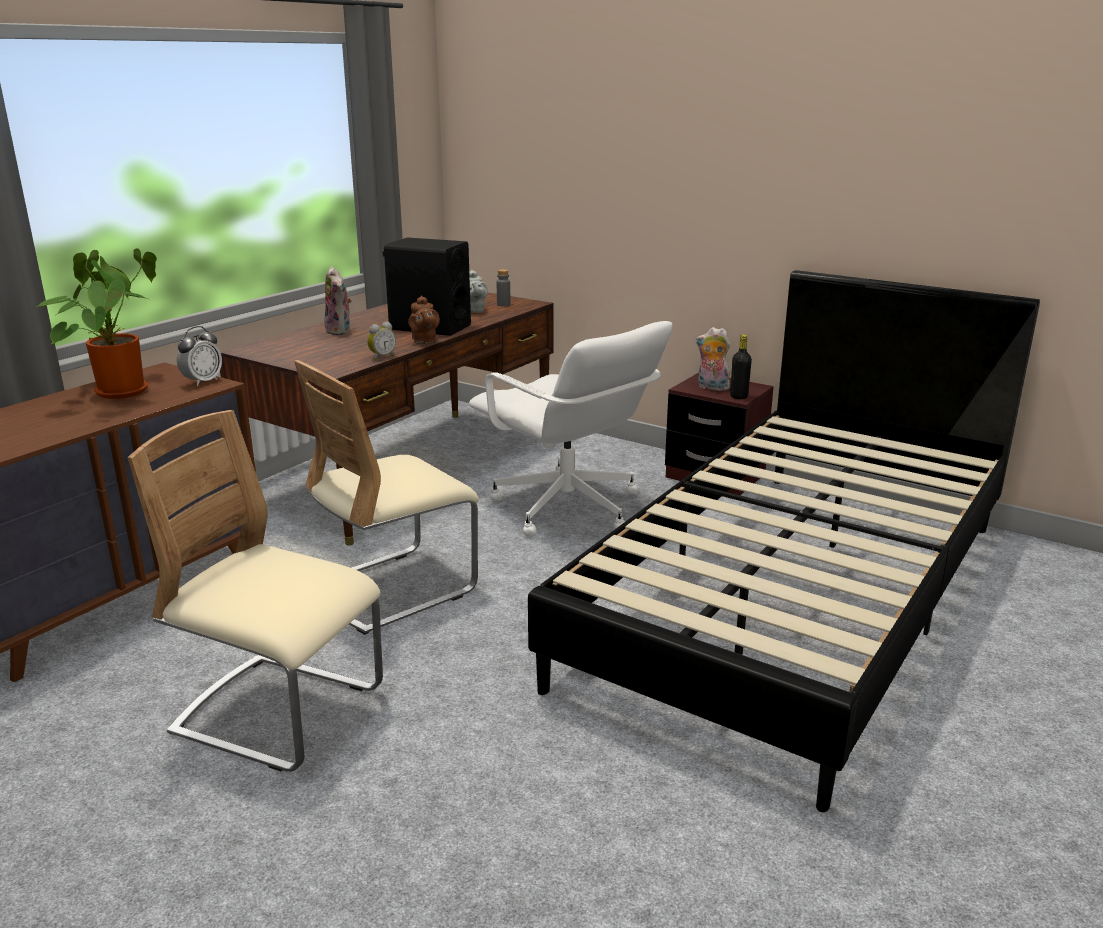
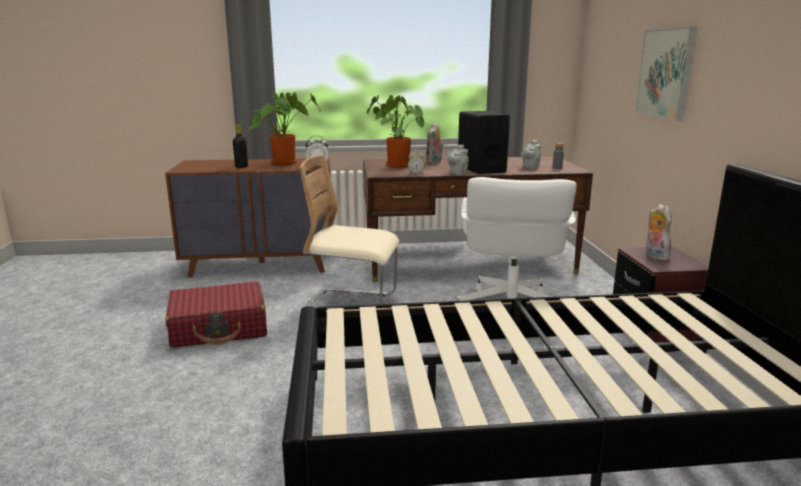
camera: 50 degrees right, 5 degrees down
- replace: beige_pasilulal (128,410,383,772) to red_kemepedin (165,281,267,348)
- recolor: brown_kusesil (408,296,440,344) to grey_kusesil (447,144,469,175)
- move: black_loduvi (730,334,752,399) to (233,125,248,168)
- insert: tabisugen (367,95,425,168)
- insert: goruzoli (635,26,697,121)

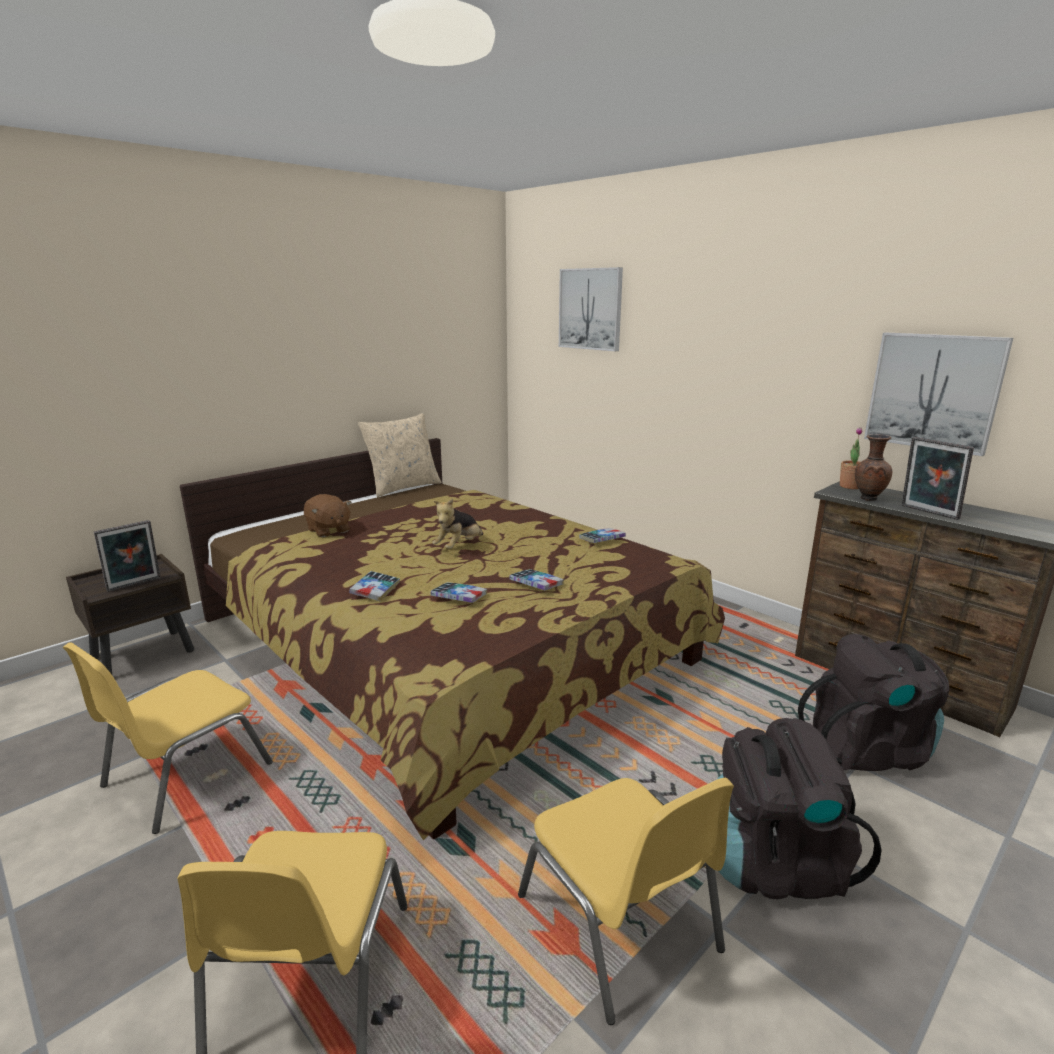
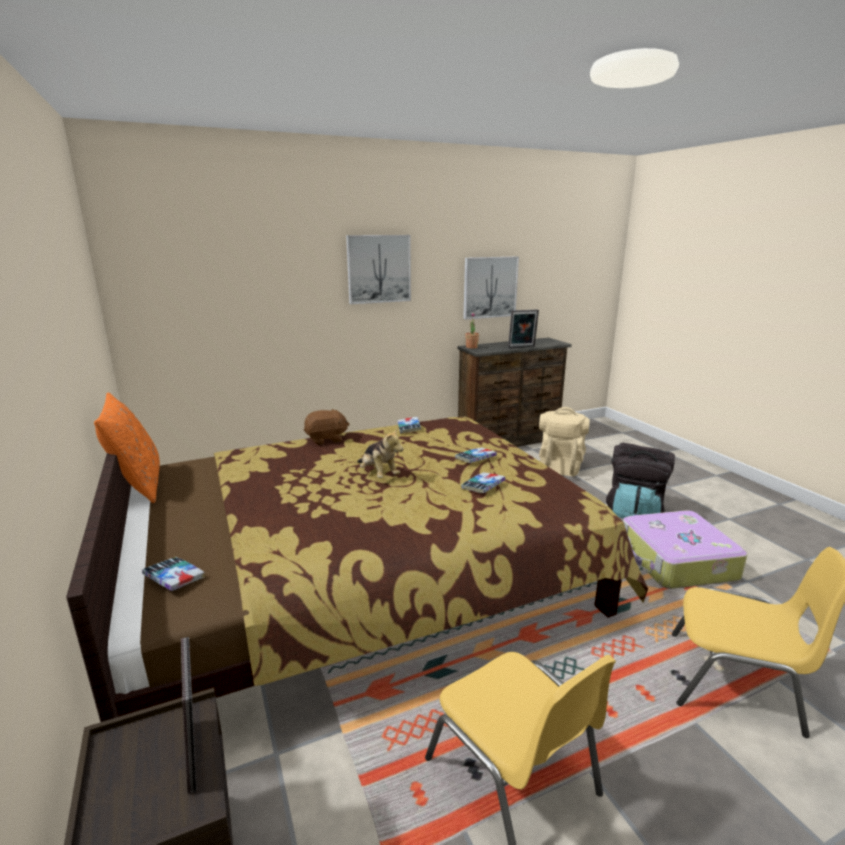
camera: 70 degrees left, 0 degrees up
- move: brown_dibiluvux (304,494,352,538) to (304,409,349,445)
- move: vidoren (349,571,400,601) to (142,557,205,591)
- recolor: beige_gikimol (358,413,442,497) to orange_gikimol (94,392,160,503)
- replace: yellow_pasilulal (518,778,734,1025) to kemepedin (623,510,747,589)
- move: goruzoli (559,267,623,351) to (346,235,411,304)
- recolor: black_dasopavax (798,634,949,771) to beige_dasopavax (539,407,590,476)
- delete: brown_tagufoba (855,434,892,501)

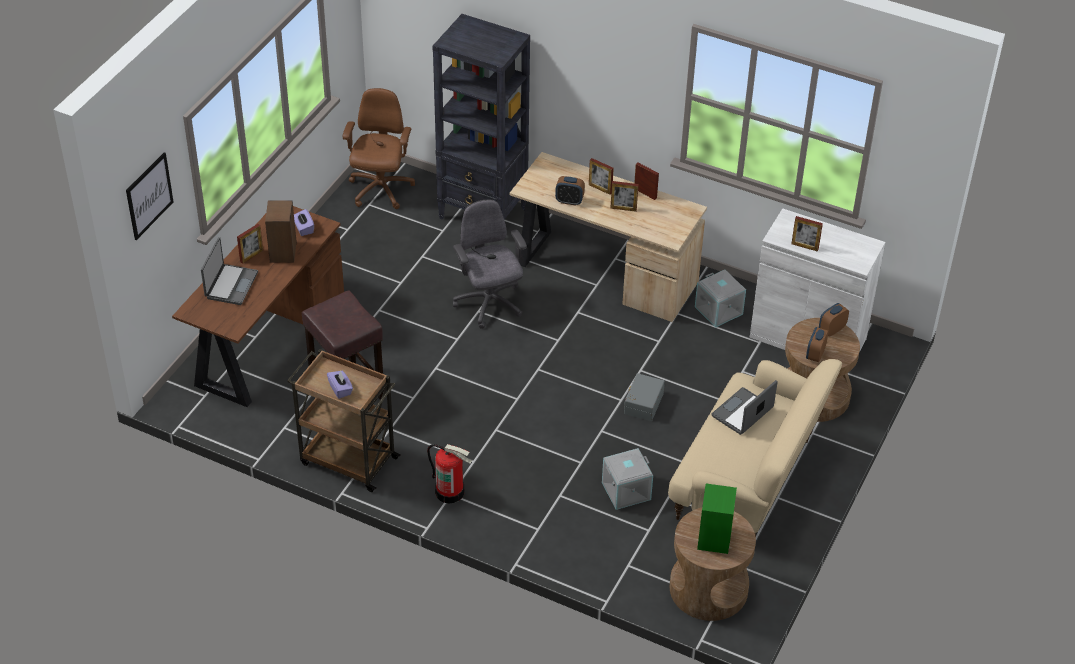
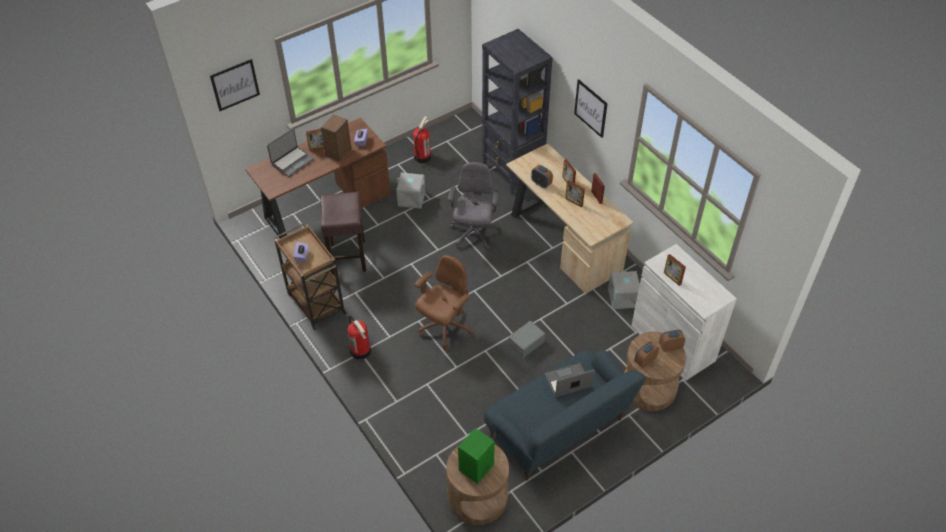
camera: 30 degrees right, 5 degrees up
- move: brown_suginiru (343,88,415,209) to (415,255,473,350)
- move: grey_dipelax (602,448,653,510) to (396,173,426,209)
- recolor: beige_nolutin (668,359,842,536) to blue_nolutin (483,350,646,480)
- insert: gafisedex (413,116,431,163)
- insert: goruzoli (574,79,608,138)

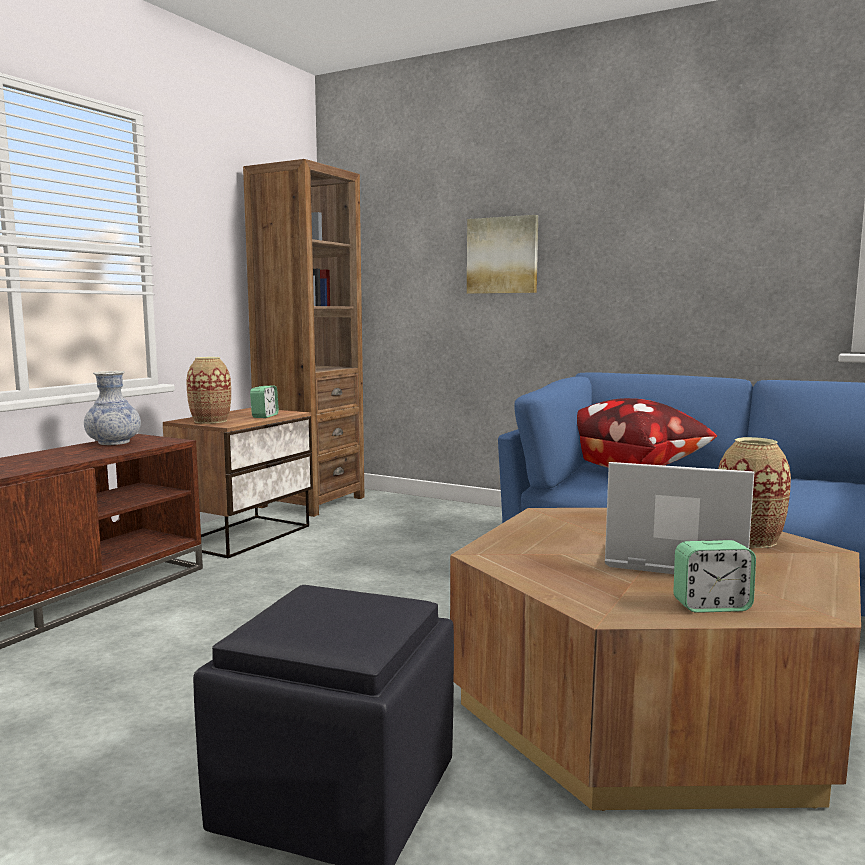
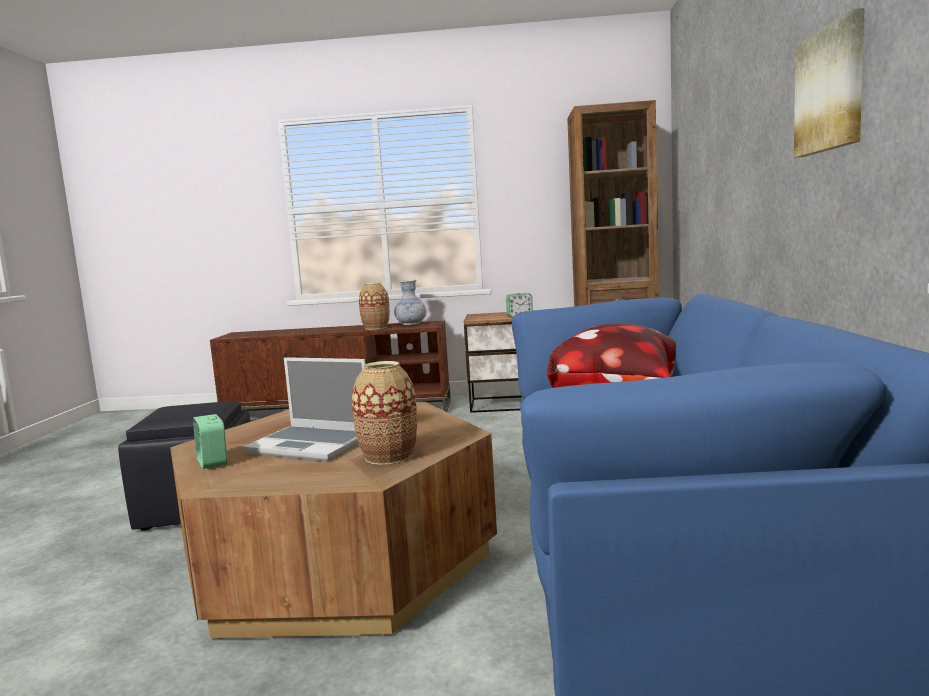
camera: 65 degrees right, 0 degrees up
- move: tagufoba (186,357,231,424) to (359,283,390,330)
- move: goruzoli (467,215,538,294) to (794,8,865,158)
- rotate: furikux (605,462,754,574) = (242,357,366,461) 120 degrees clockwise

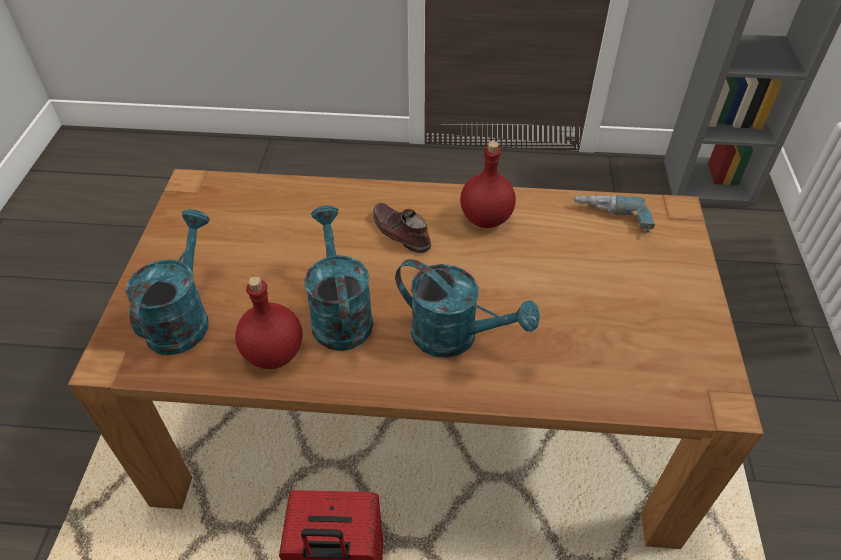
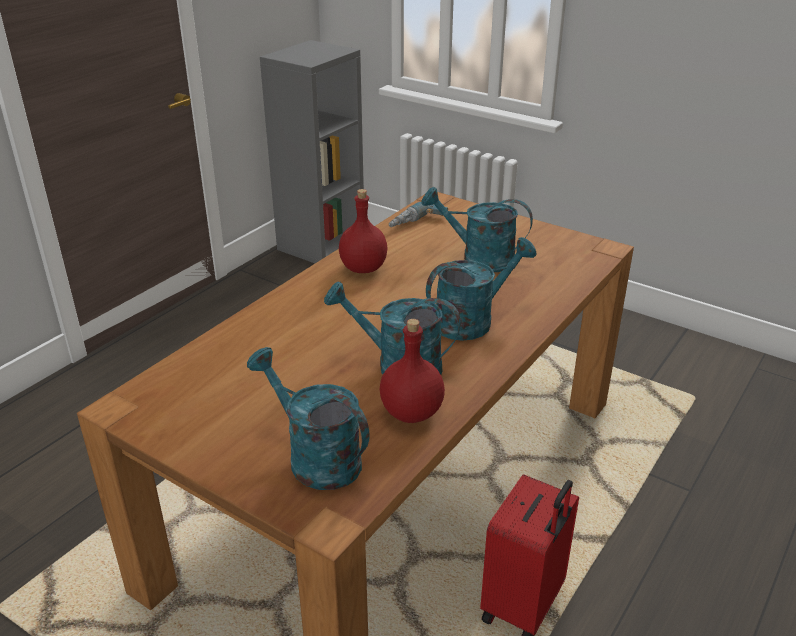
camera: 60 degrees left, 15 degrees down
- delete: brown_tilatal (373,203,431,253)
- insert: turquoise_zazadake (421,187,533,272)

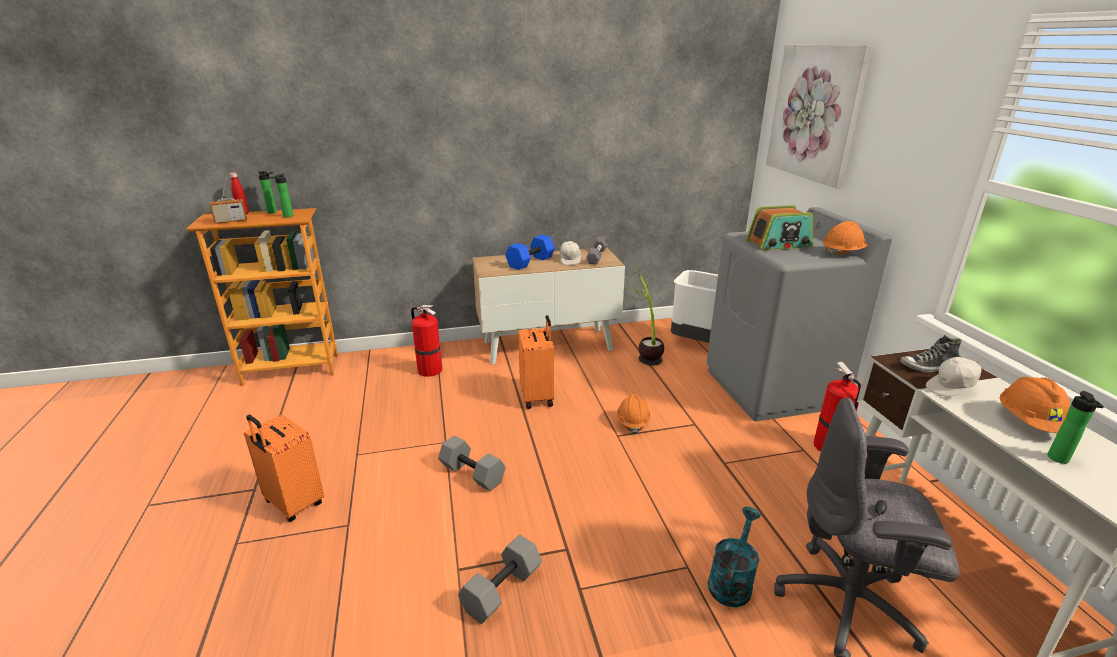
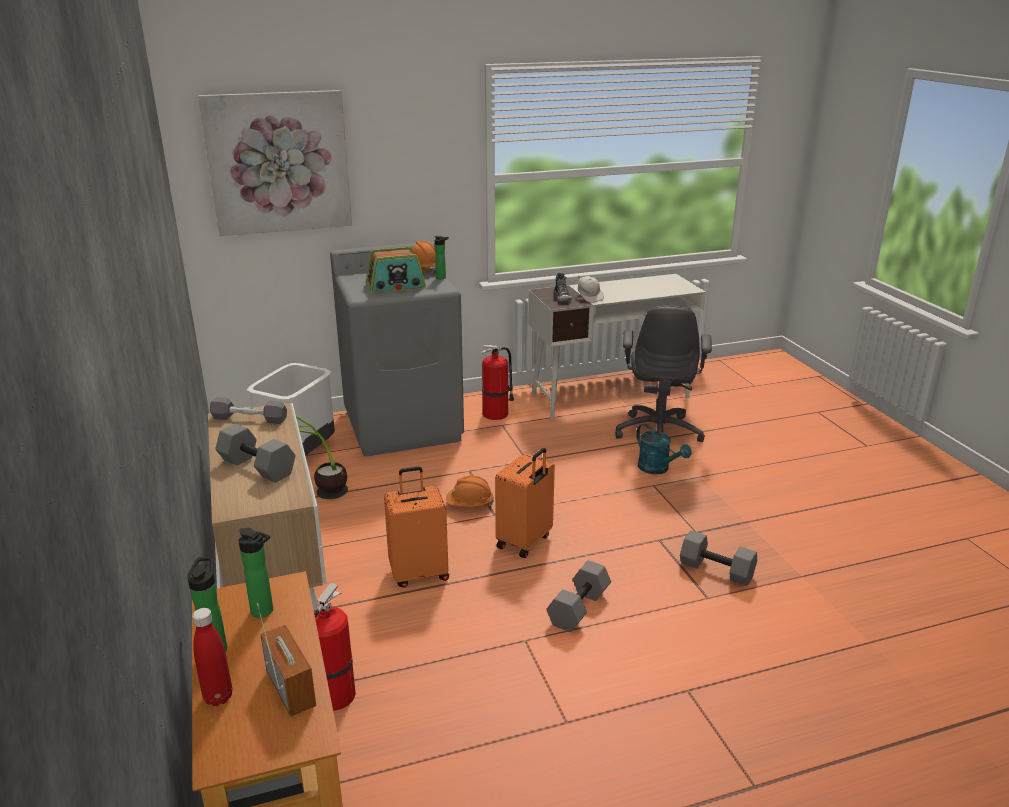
camera: 95 degrees left, 0 degrees up
- move: orange_kemepedin (244,415,325,522) to (495,448,555,558)
- recolor: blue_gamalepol (505,235,555,270) to grey_gamalepol (215,423,295,483)
- delete: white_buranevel (560,241,581,265)
- rotate: turquoise_zazadake (708,507,761,607) = (636,424,691,475) 150 degrees counterclockwise
- rotate: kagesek (746,205,813,250) = (366,247,426,293) 90 degrees clockwise
- delete: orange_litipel (1000,377,1070,433)
- move: loduvi (1048,391,1104,464) to (434,236,449,279)

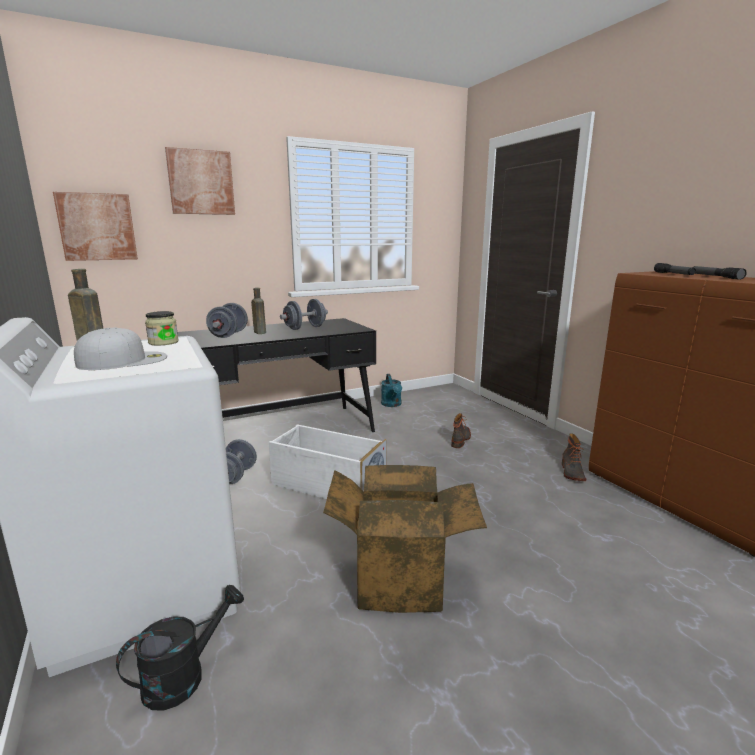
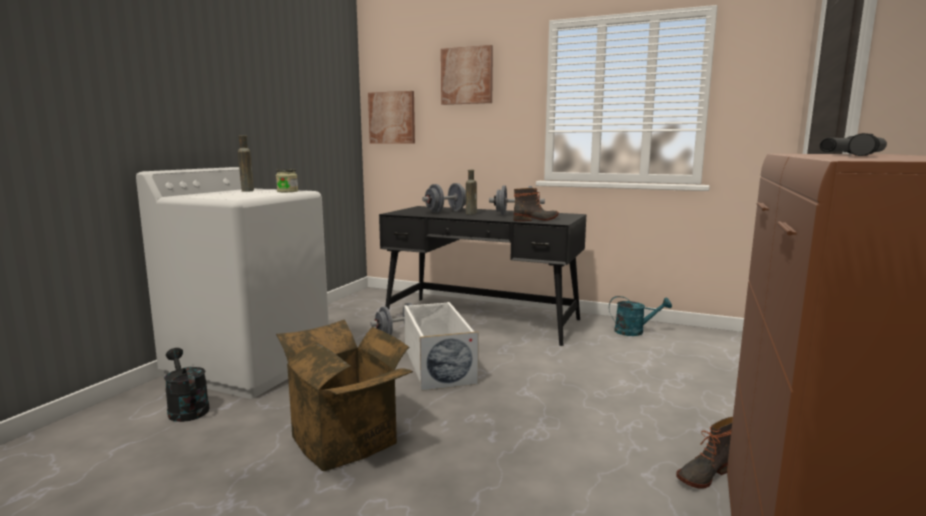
camera: 50 degrees right, 5 degrees down
- delete: white_buranevel (74,327,167,370)
- rotate: black_zazadake (116,585,244,710) = (164,348,210,422) 135 degrees counterclockwise
- rotate: turquoise_zazadake (381,374,402,407) = (609,296,672,336) 120 degrees counterclockwise
- move: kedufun (451,413,471,448) to (514,188,559,221)

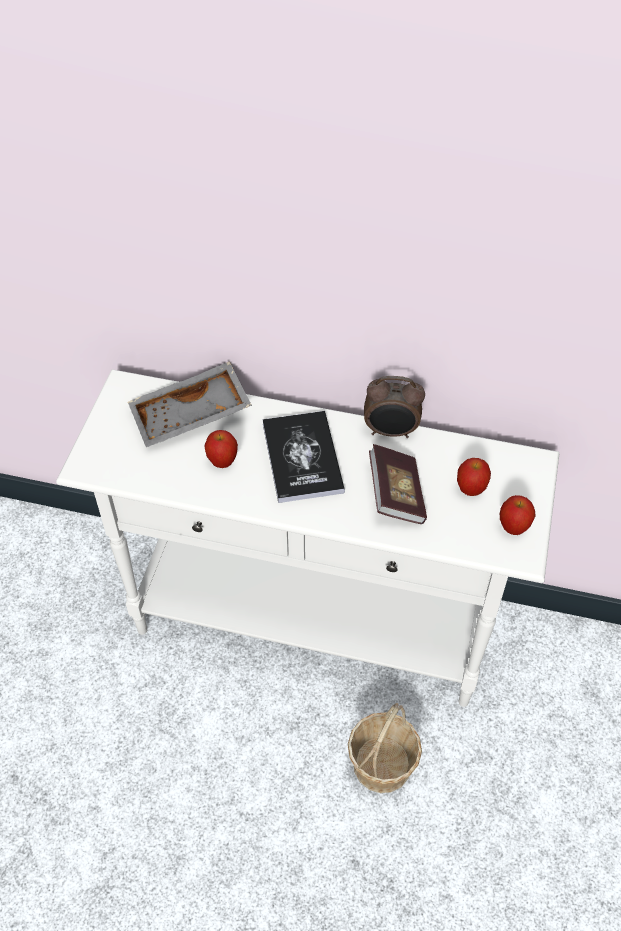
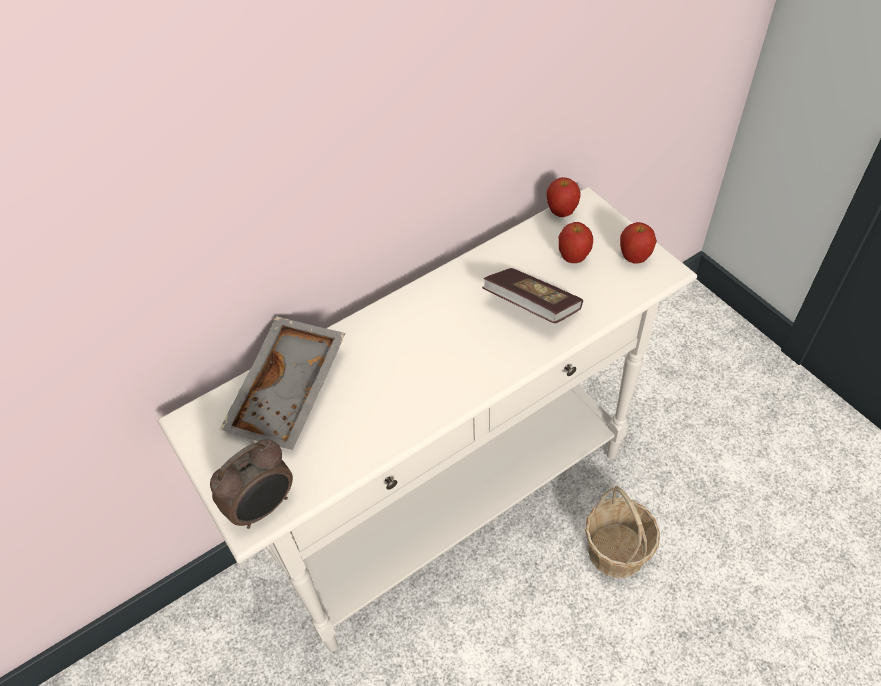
camera: 45 degrees left, 0 degrees up
- move: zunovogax (204,430,238,468) to (547,177,580,217)
- delete: vidoren (262,411,345,503)
- move: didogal (364,376,425,438) to (210,440,293,529)

